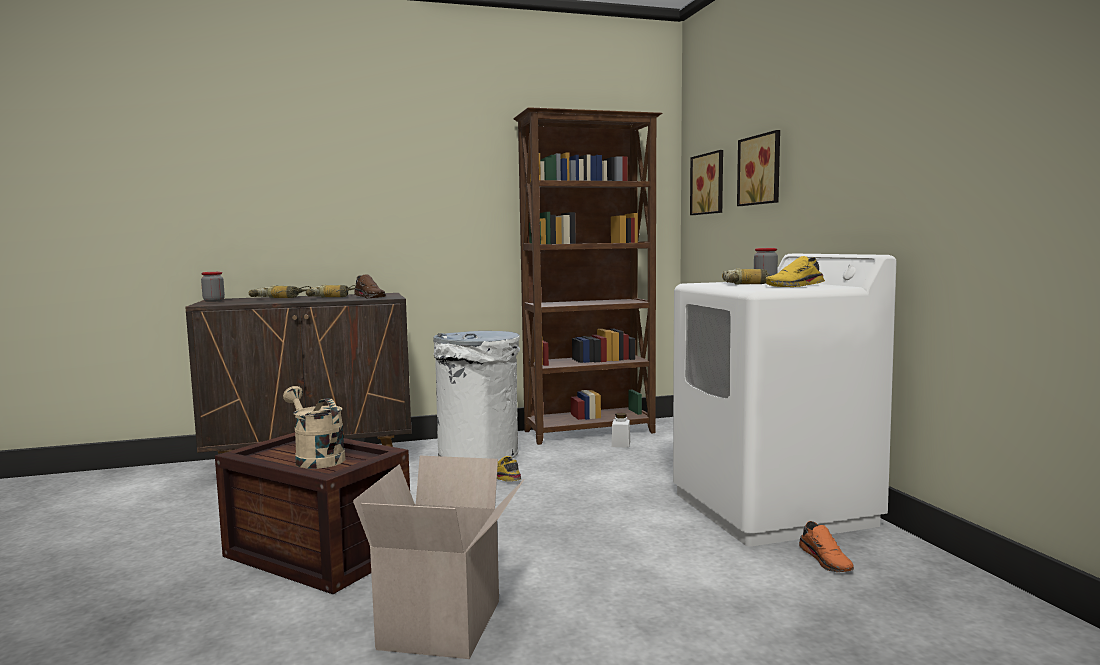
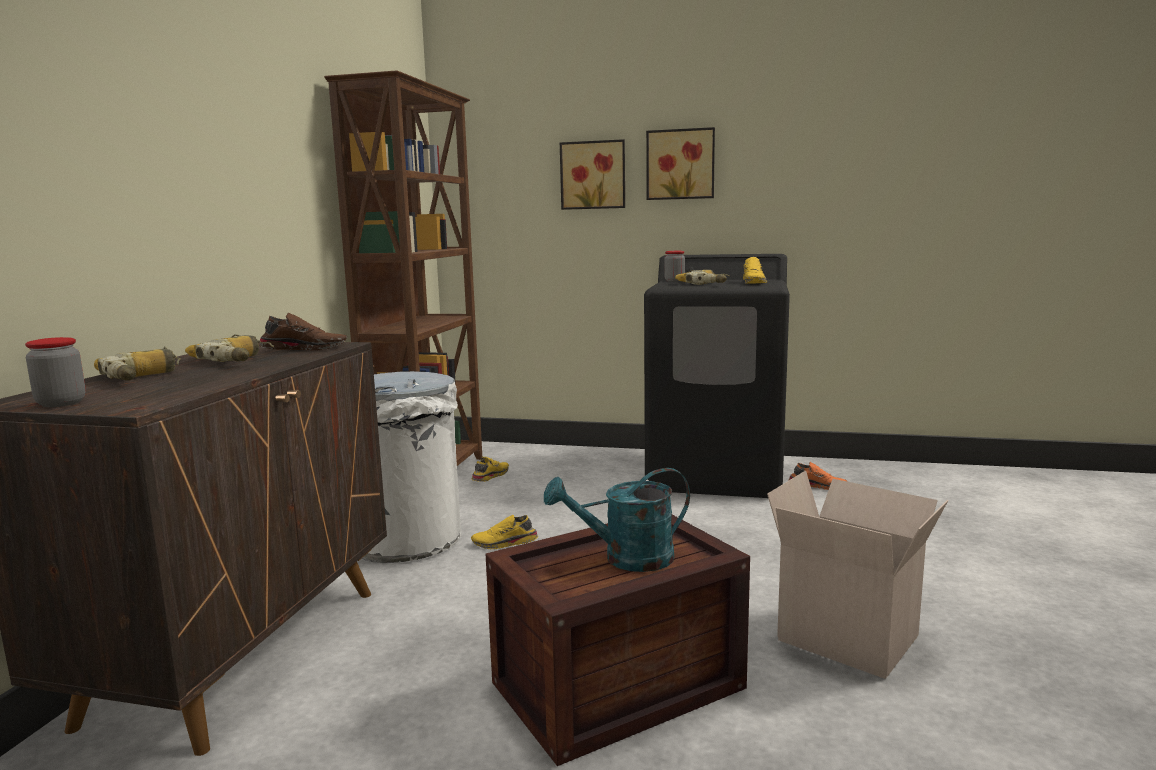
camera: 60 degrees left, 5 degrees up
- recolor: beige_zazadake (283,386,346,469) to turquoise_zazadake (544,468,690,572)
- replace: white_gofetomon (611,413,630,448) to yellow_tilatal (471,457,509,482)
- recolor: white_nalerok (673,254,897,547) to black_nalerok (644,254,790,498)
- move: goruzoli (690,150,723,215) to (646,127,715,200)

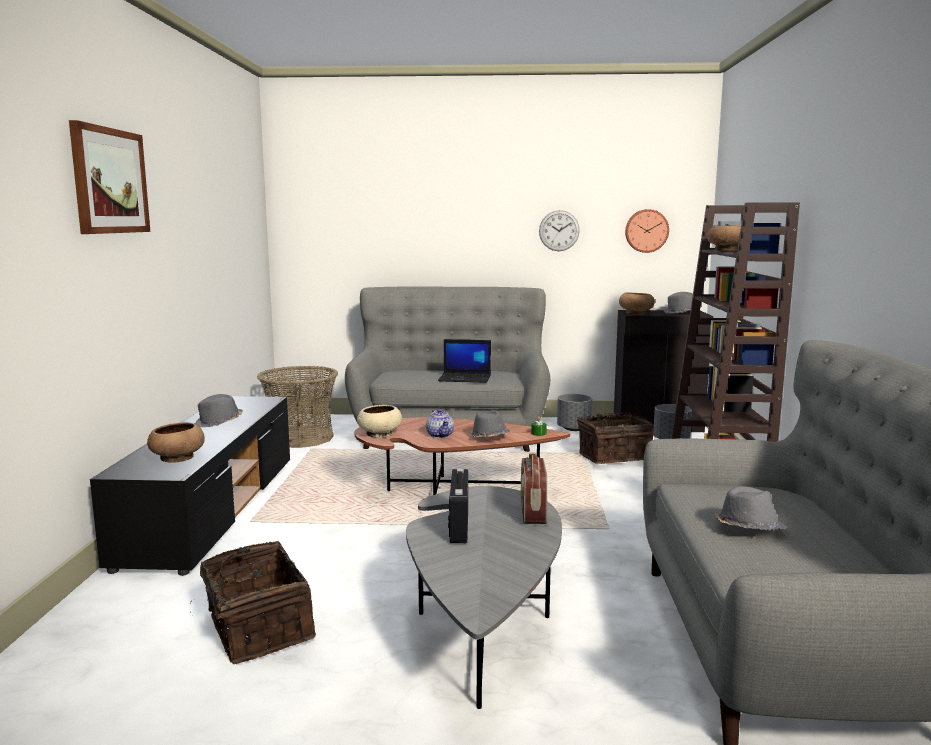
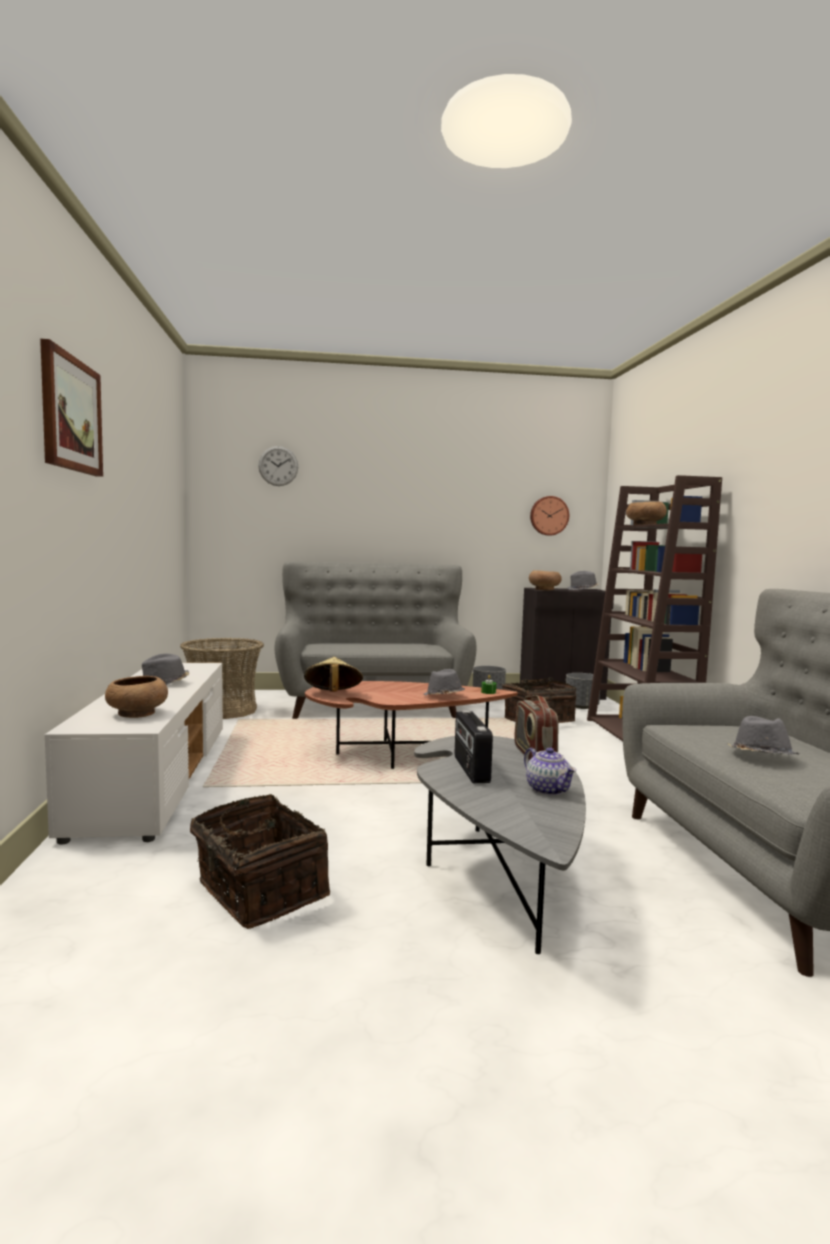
camera: 10 degrees left, 5 degrees down
- recolor: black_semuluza (90,396,290,576) to white_semuluza (45,663,223,845)
- replace: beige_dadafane (357,405,402,438) to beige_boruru (304,657,363,692)
- move: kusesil (426,409,454,438) to (524,747,577,796)
- delete: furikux (438,339,491,383)
- move: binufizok (539,210,580,251) to (258,446,298,486)

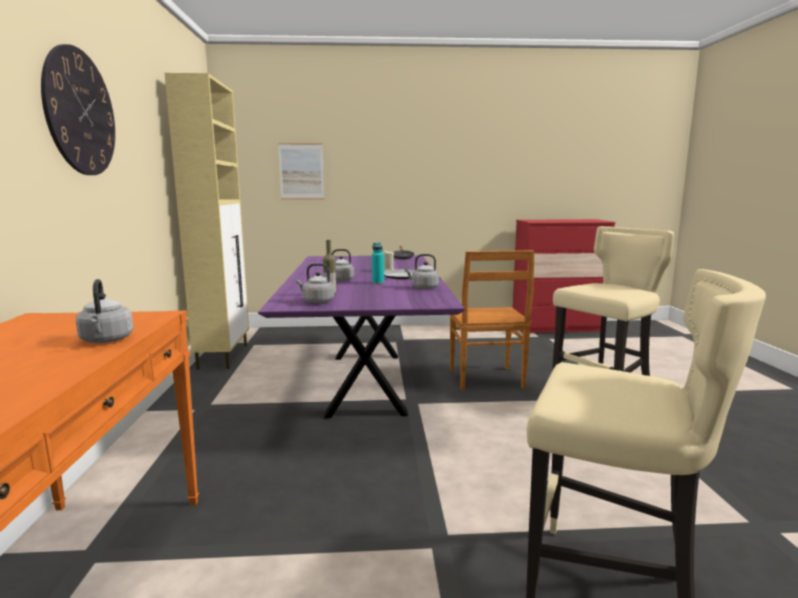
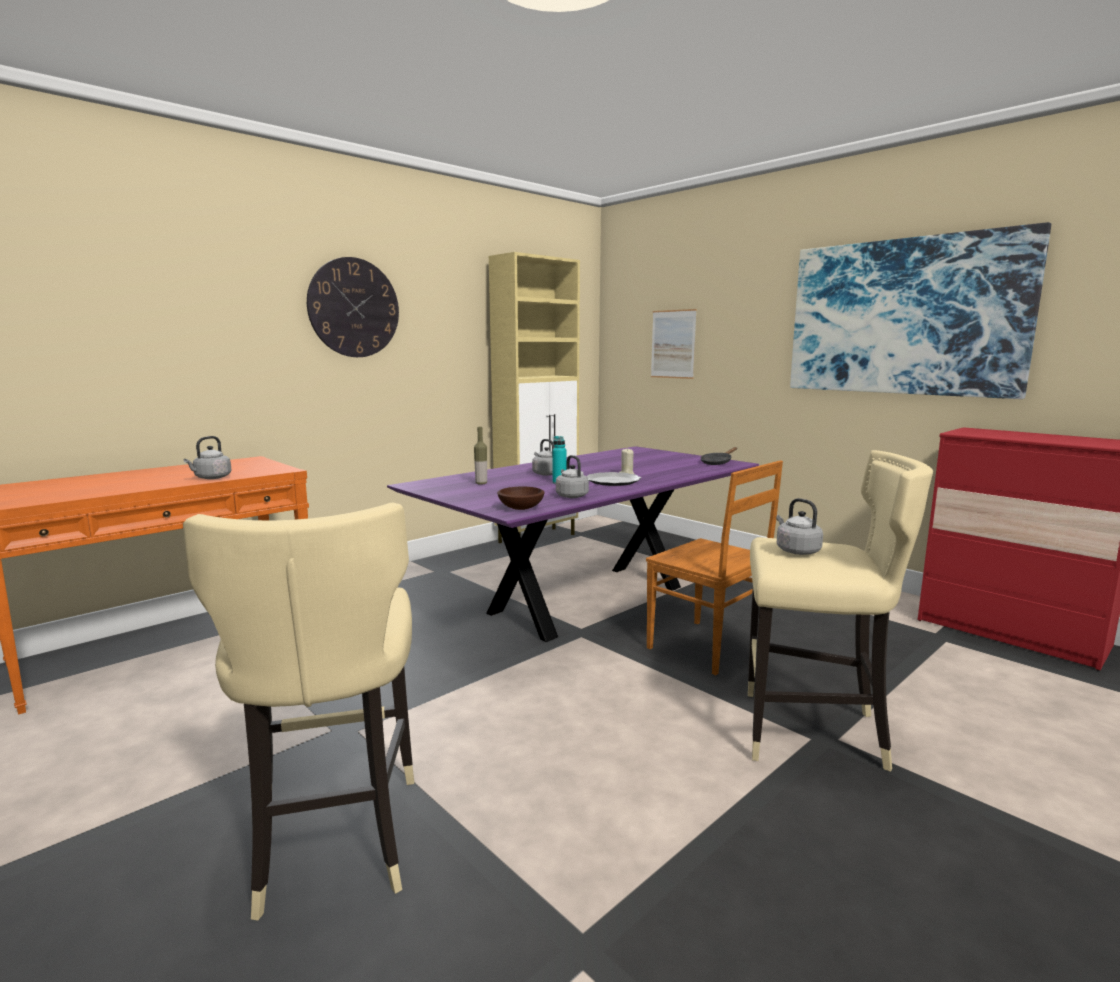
camera: 50 degrees right, 0 degrees up
- move: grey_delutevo (296,263,334,303) to (776,498,823,555)
- rotate: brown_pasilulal (450,250,535,391) = (646,460,783,675) 90 degrees counterclockwise
- insert: brown_dadafane (497,487,545,510)
- insert: goruzoli (790,222,1051,399)

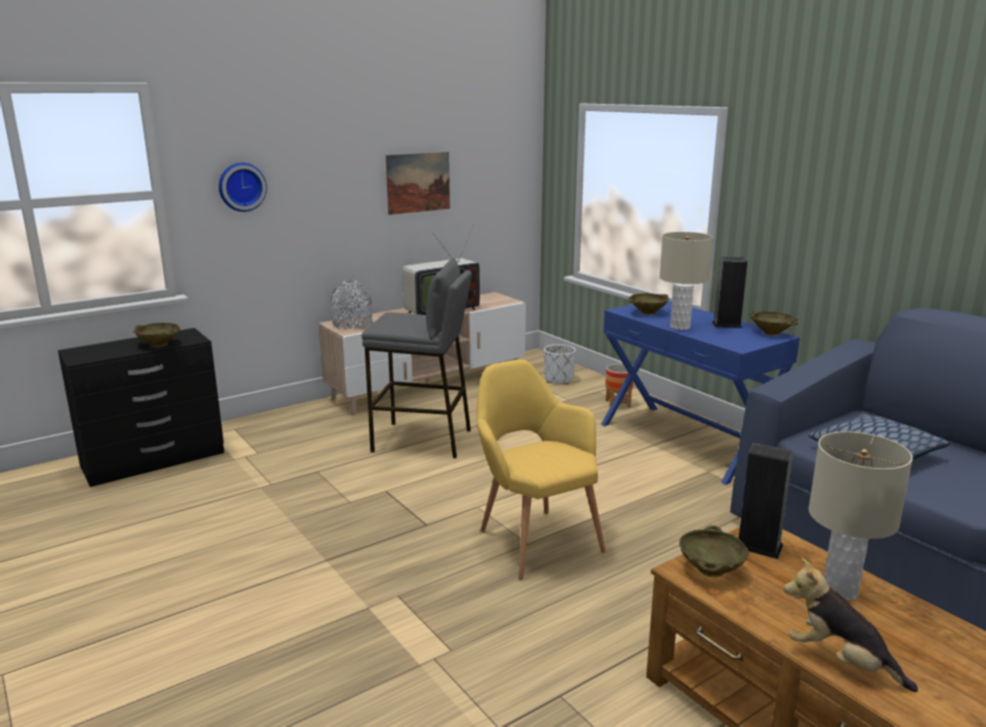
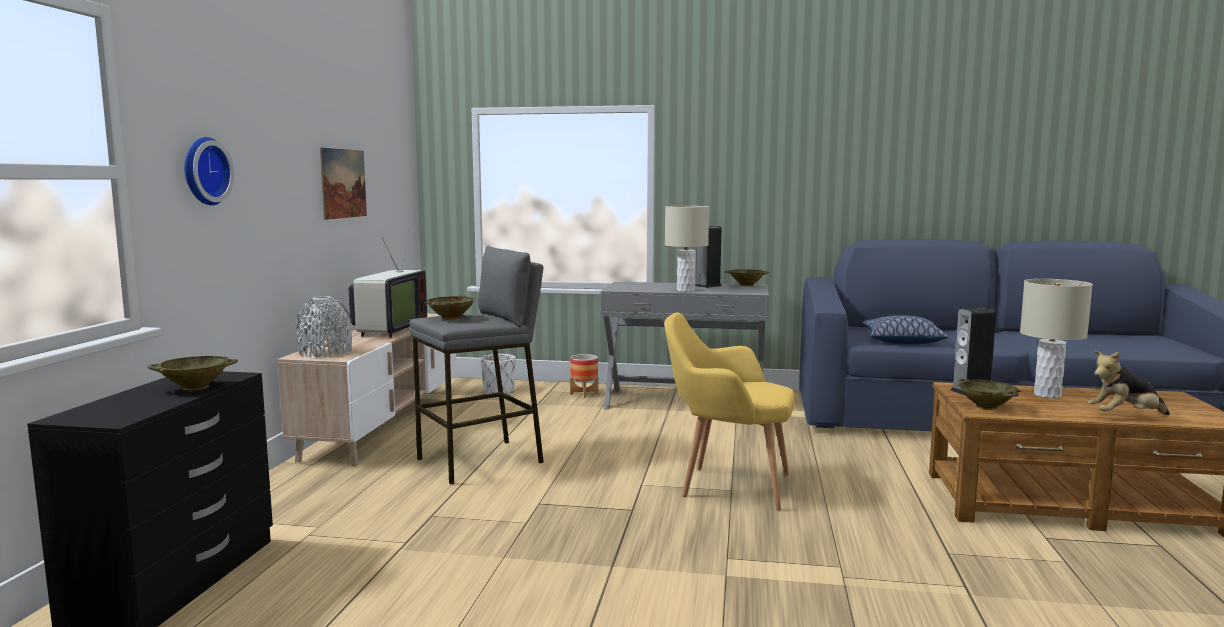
camera: 45 degrees left, 10 degrees down
- recolor: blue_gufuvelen (601,301,800,485) to grey_gufuvelen (601,282,769,410)
- move: beige_dadafane (629,293,670,315) to (427,295,474,320)

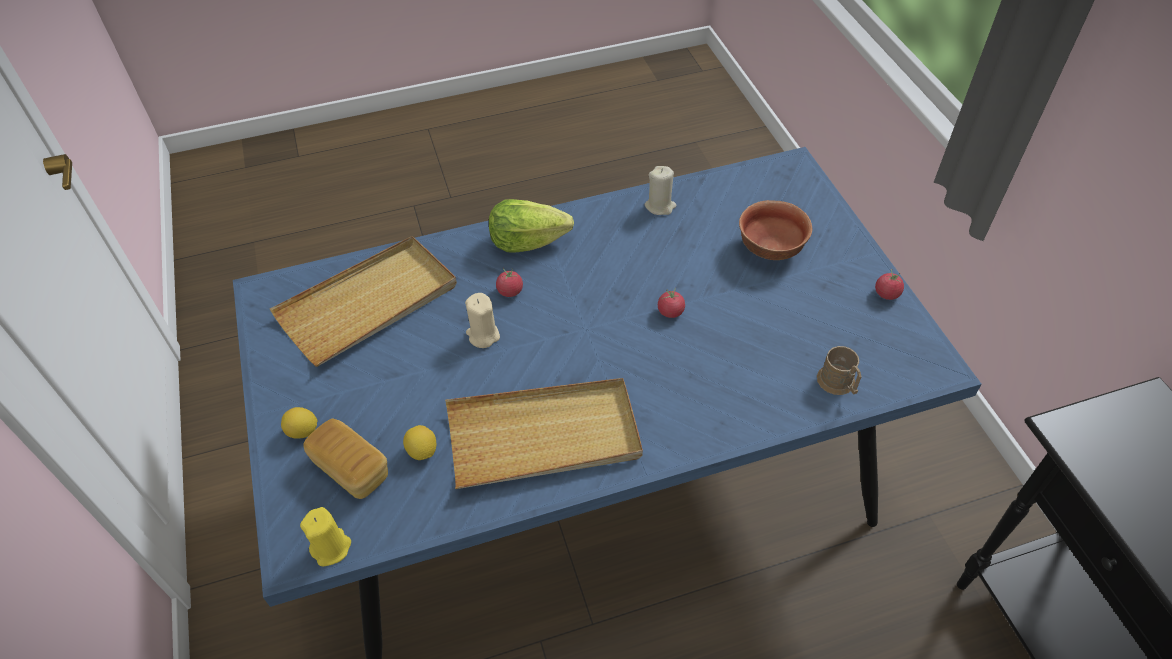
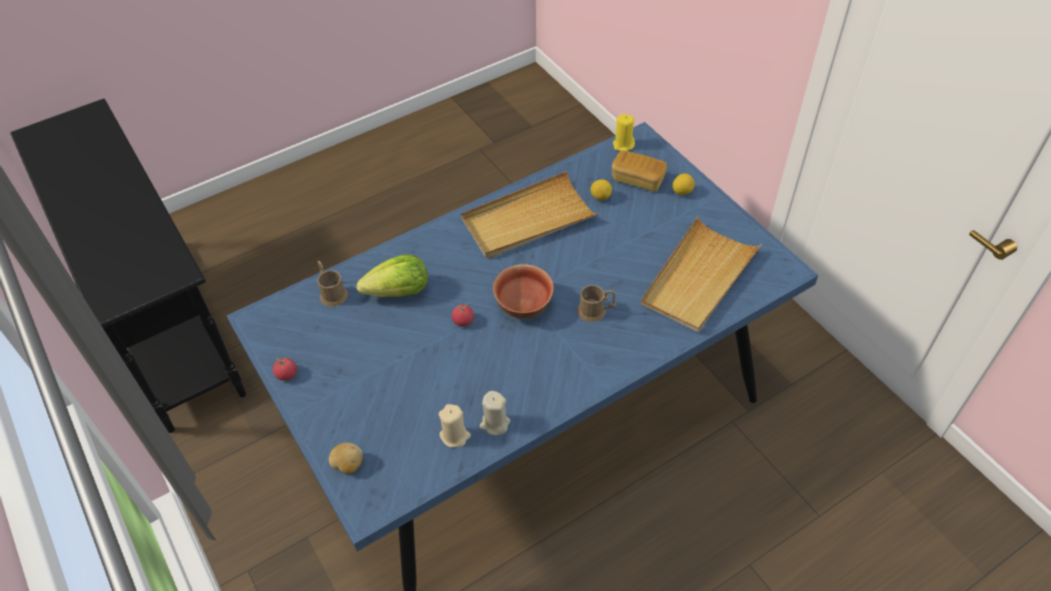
camera: 165 degrees right, 0 degrees up
- move: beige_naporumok (465,293,500,348) to (439,404,471,447)
- move: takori (489,199,574,252) to (357,254,428,297)
- replace: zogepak (496,268,523,297) to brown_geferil (577,285,616,322)
- move: dadafane (739,200,812,260) to (493,264,554,318)
- insert: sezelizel (329,442,363,474)

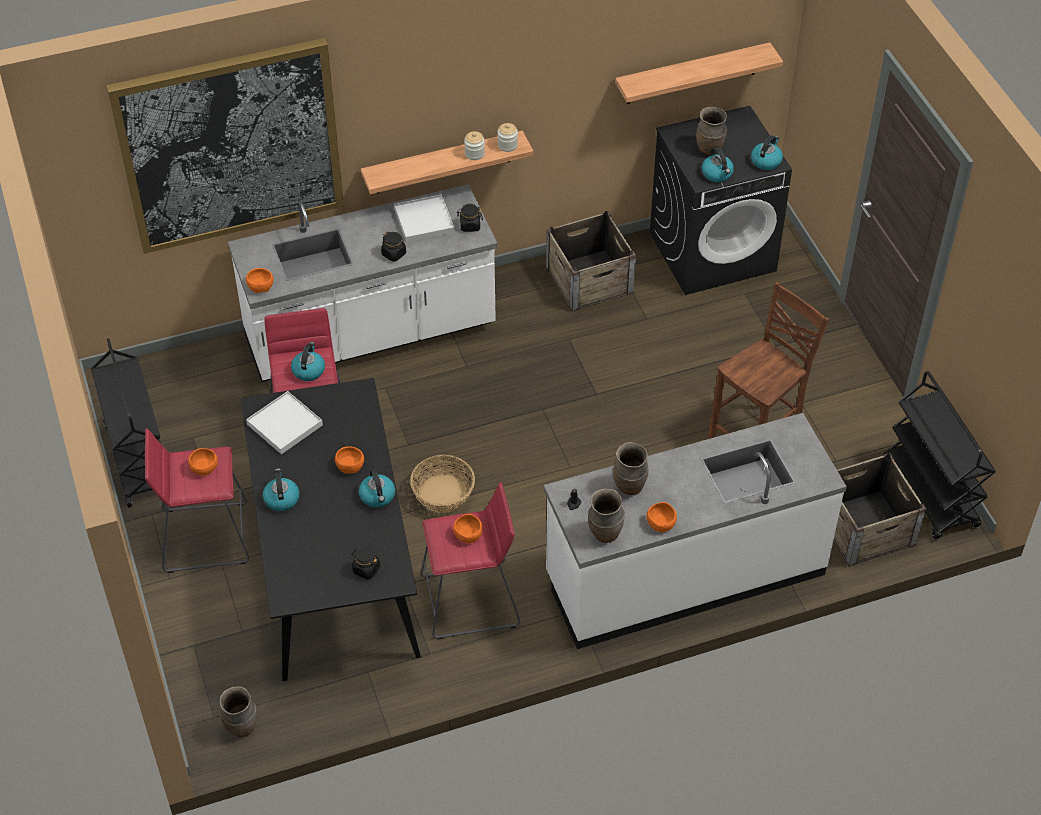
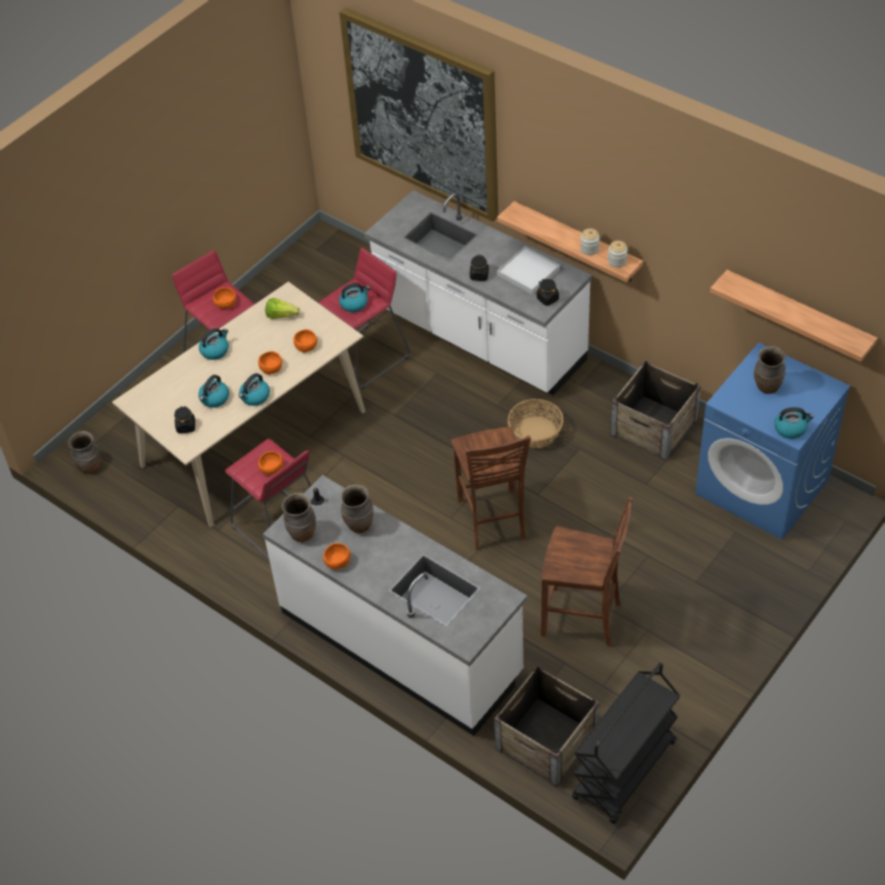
camera: 60 degrees right, 0 degrees up
- delete: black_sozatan (91,338,161,508)
- recolor: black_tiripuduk (241,378,421,681) to beige_tiripuduk (112,282,366,527)
- move: orange_dadafane (246,268,273,293) to (293,329,317,353)
- replace: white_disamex (246,391,323,454) to takori (265,298,300,319)
- move: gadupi (410,455,475,513) to (508,399,564,448)
- recolor: black_nalerok (650,106,792,295) to blue_nalerok (695,343,850,540)
- move: delutevo (702,147,734,182) to (198,375,229,408)
- insert: brown_pasilulal (451,426,531,550)

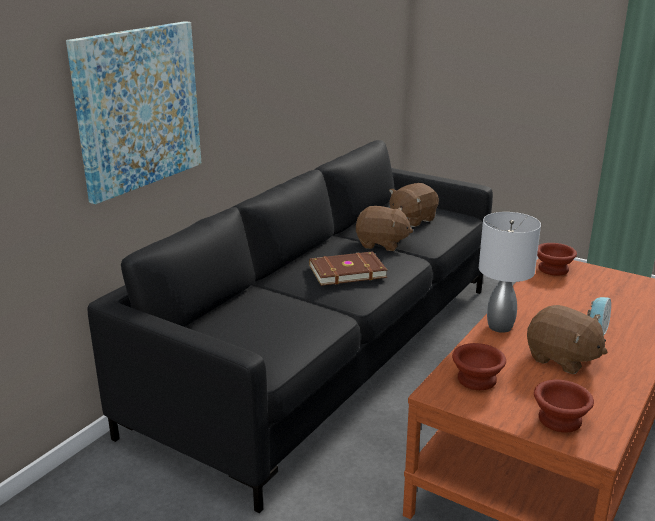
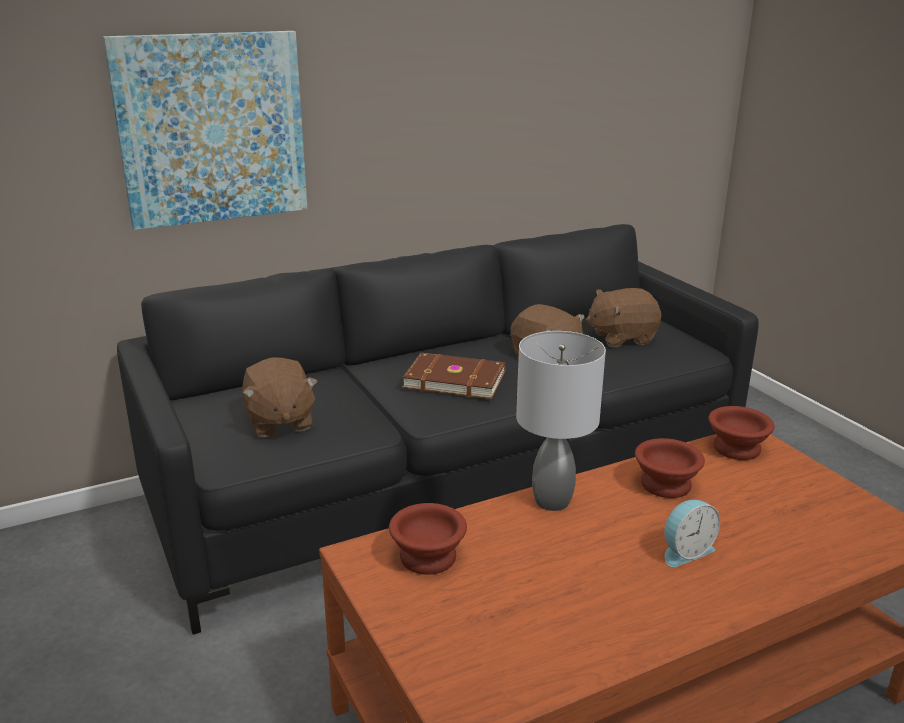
camera: 30 degrees right, 0 degrees up
- move: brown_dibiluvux (527,305,607,374) to (242,358,318,437)
- move: brown_dadafane (534,380,594,432) to (635,438,705,498)

